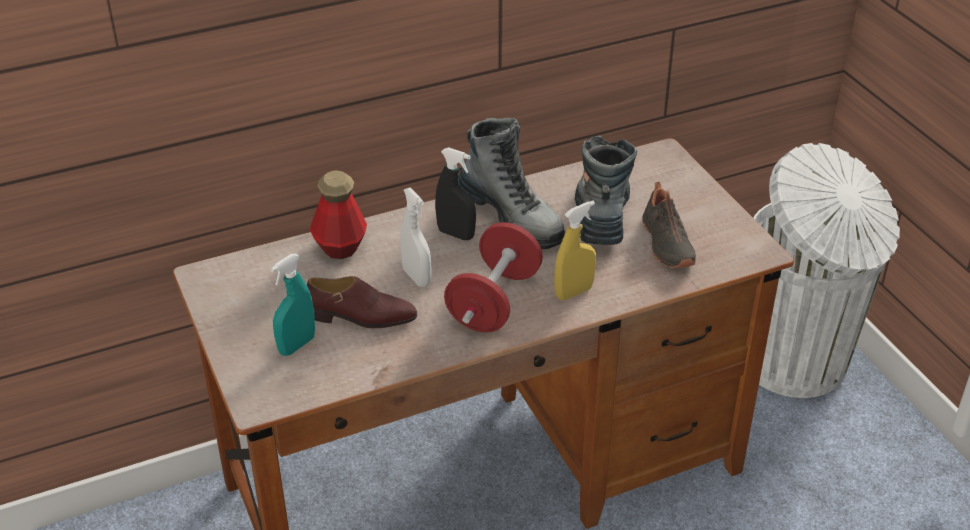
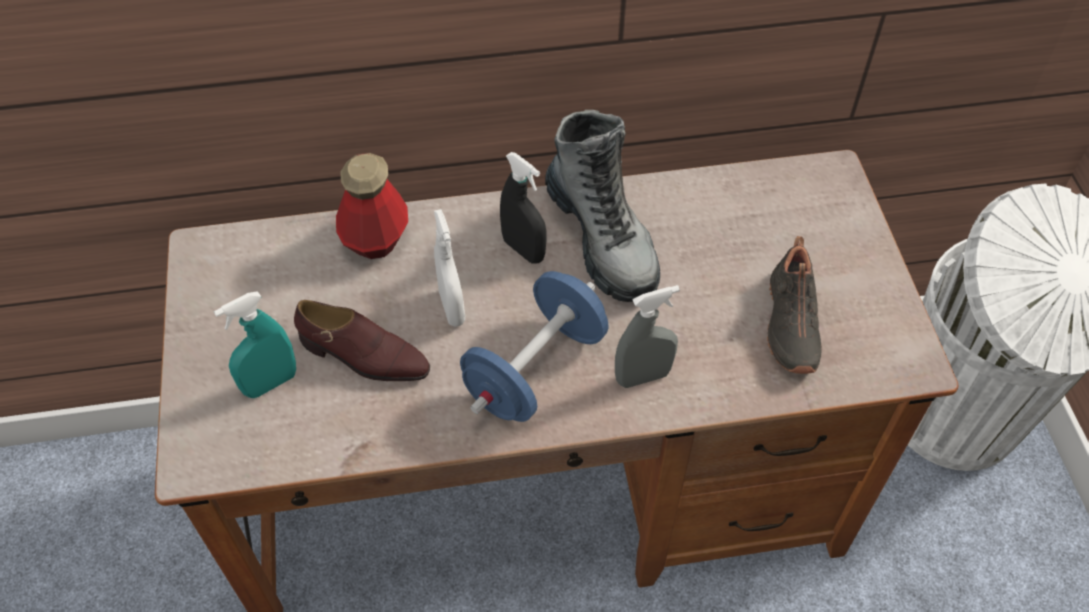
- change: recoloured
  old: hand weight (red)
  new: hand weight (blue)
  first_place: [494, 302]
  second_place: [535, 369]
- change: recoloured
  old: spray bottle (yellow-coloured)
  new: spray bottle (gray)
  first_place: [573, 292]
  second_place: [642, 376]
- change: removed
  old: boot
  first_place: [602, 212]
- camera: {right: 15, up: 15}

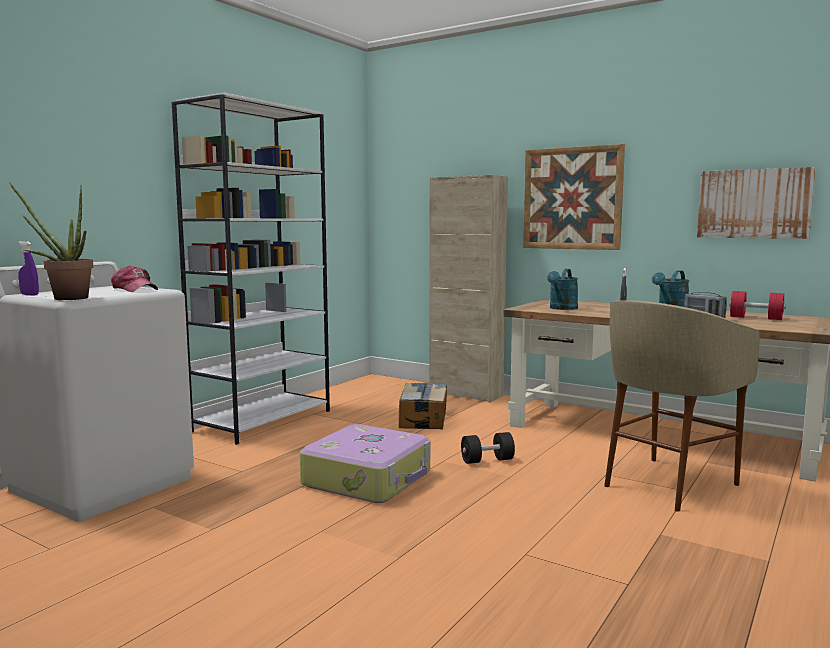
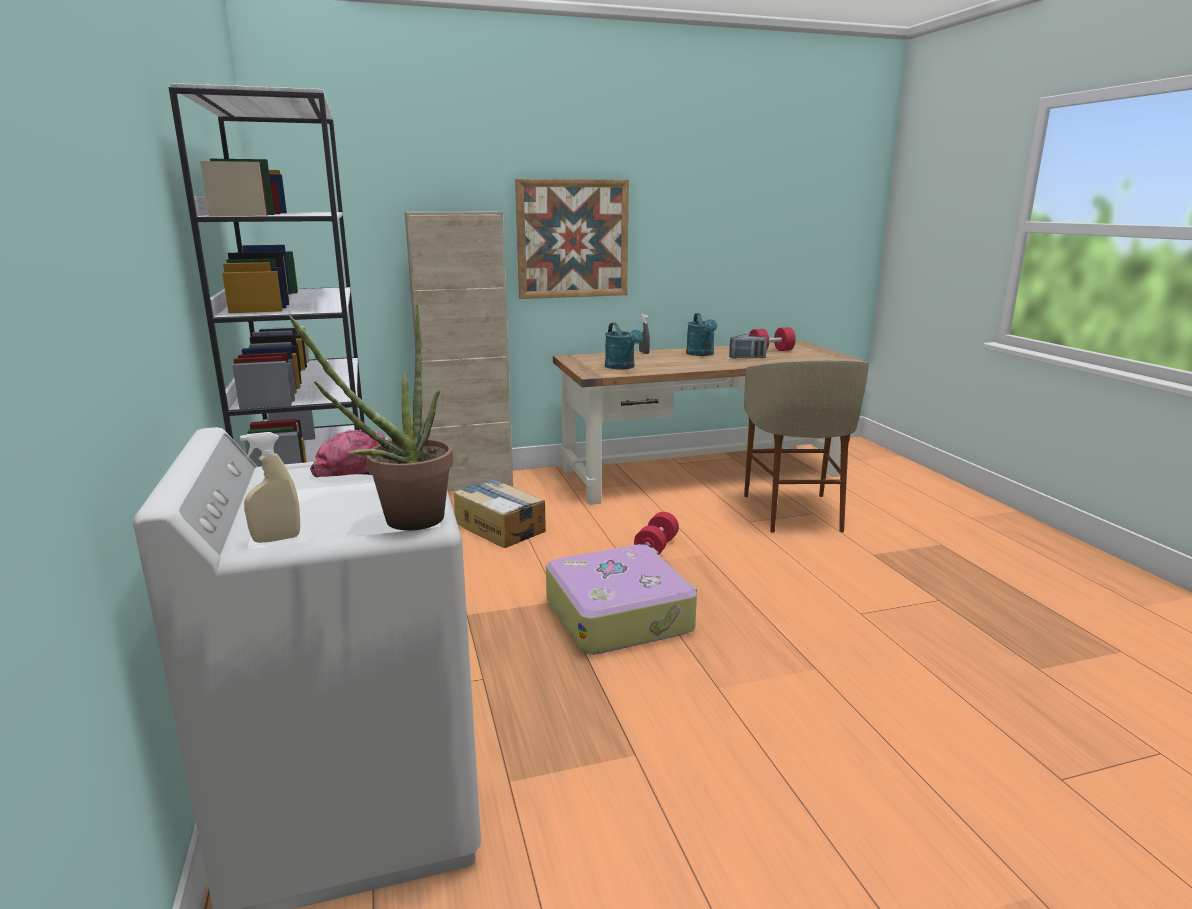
- change: recoloured
  old: spray bottle (purple-coloured)
  new: spray bottle (sand-coloured)
  first_place: [29, 295]
  second_place: [276, 539]
- change: recoloured
  old: hand weight (black-coloured)
  new: hand weight (red)
  first_place: [487, 460]
  second_place: [656, 547]
- change: removed
  old: picture
  first_place: [753, 204]
- camera: {right: -50, up: 10}

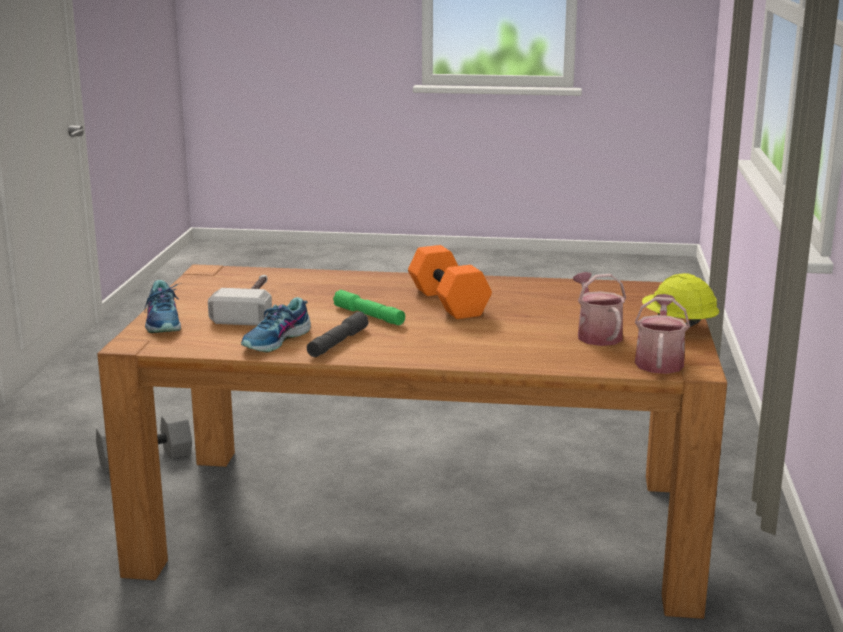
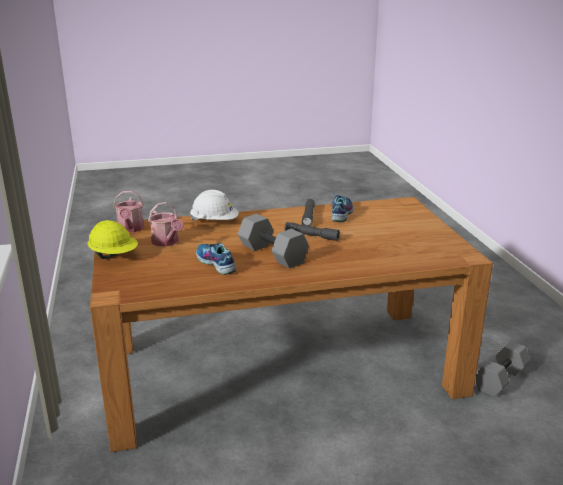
- change: moved
  old: item of footwear
  first_place: [164, 322]
  second_place: [215, 263]
- change: removed
  old: hammer
  first_place: [251, 307]
- change: recoloured
  old: flashlight (green)
  new: flashlight (gray)
  first_place: [369, 316]
  second_place: [311, 236]
- change: recoloured
  old: hand weight (orange-coloured)
  new: hand weight (gray)
  first_place: [450, 302]
  second_place: [271, 254]
- change: added
  new: safety helmet (white-coloured)
  second_place: [214, 222]
- camera: {right: 160, up: 5}

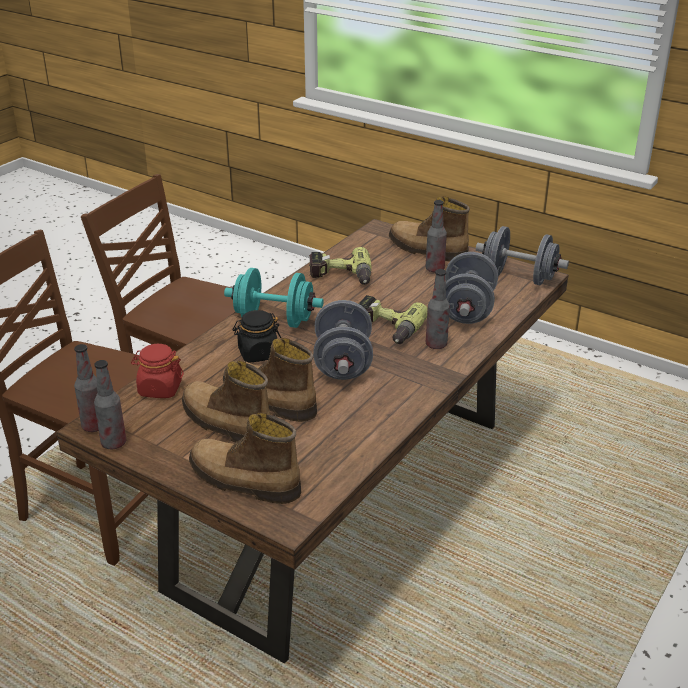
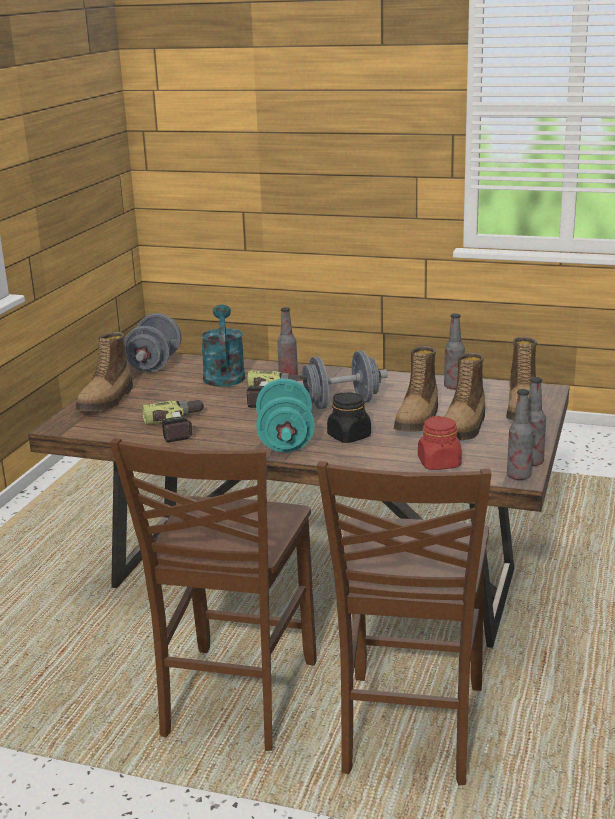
- change: moved
  old: bottle
  first_place: [434, 269]
  second_place: [453, 387]
- change: replaced
  old: hand weight (gray)
  new: watering can (blue-green)
  first_place: [467, 310]
  second_place: [223, 375]
- camera: {right: -105, up: -10}

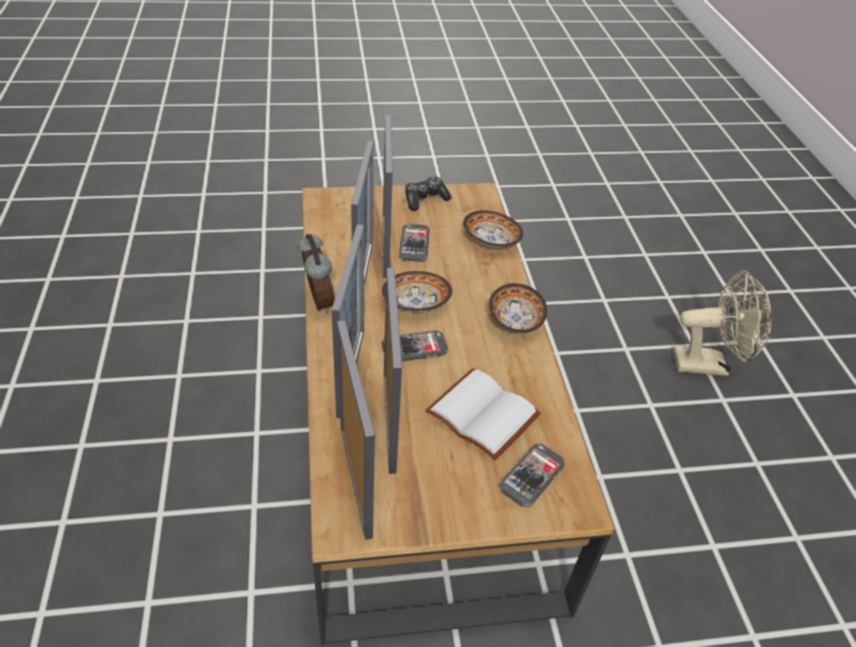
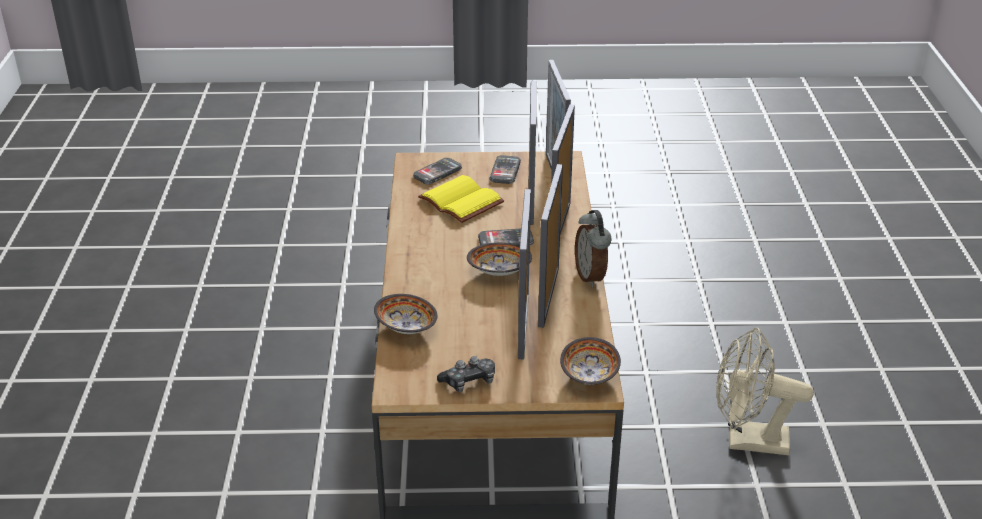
- change: moved
  old: telephone
  first_place: [414, 244]
  second_place: [505, 171]
- change: recoloured
  old: book (white-coloured)
  new: book (yellow-coloured)
  first_place: [485, 413]
  second_place: [458, 201]
- change: moved
  old: deep dish
  first_place: [516, 320]
  second_place: [588, 376]
- change: moved
  old: electric fan (sand-coloured)
  first_place: [708, 364]
  second_place: [747, 441]
- camera: {right: -170, up: -10}

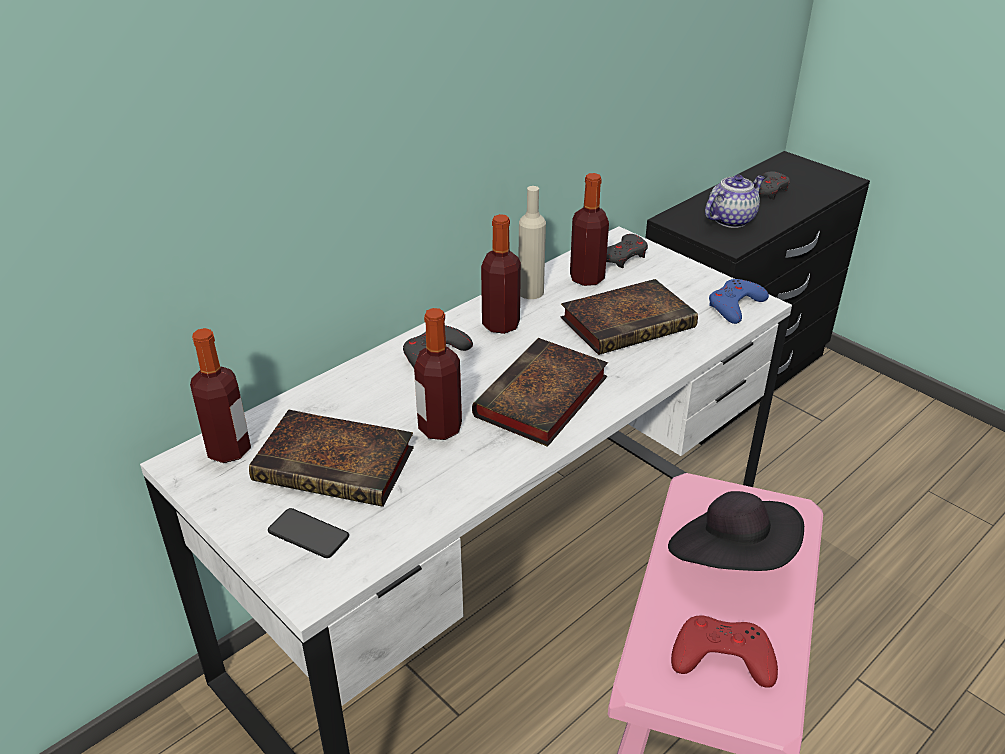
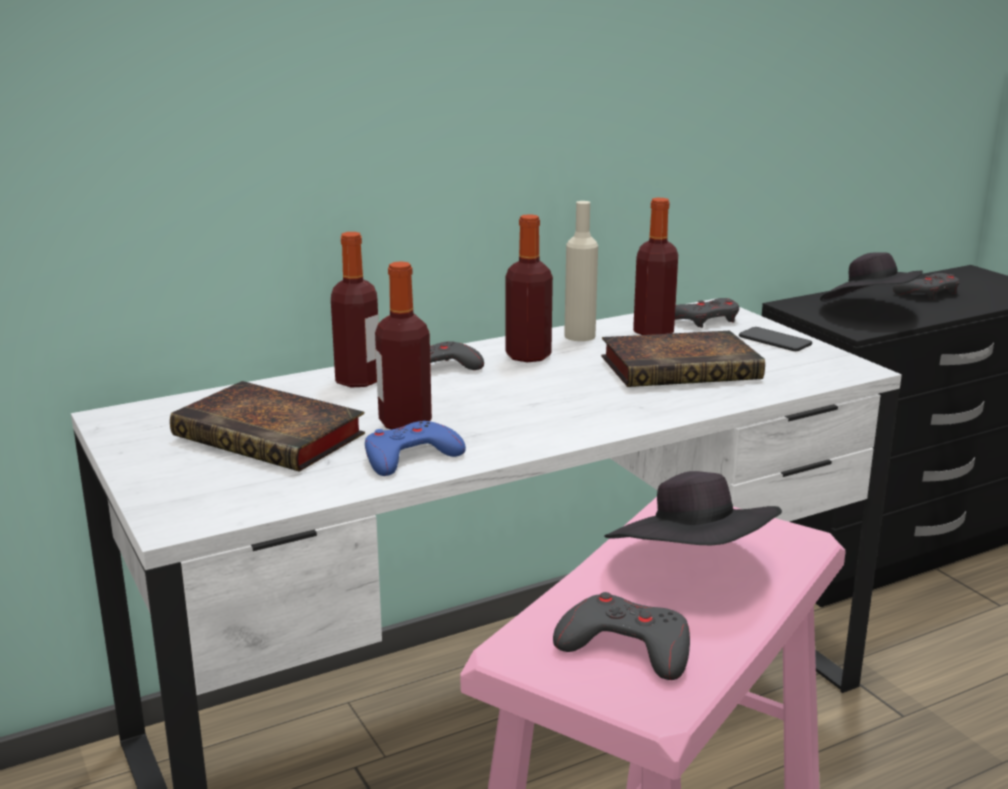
- change: moved
  old: bottle
  first_place: [229, 450]
  second_place: [358, 380]
- change: moved
  old: telephone
  first_place: [308, 534]
  second_place: [775, 341]
- change: removed
  old: book
  first_place: [541, 400]
- change: recoloured
  old: joypad (red)
  new: joypad (gray)
  first_place: [722, 657]
  second_place: [626, 646]
- change: replaced
  old: pot for tea
  new: clothing hat (black-coloured)
  first_place: [731, 219]
  second_place: [869, 310]
- change: moved
  old: joypad (blue)
  first_place: [735, 306]
  second_place: [410, 457]
- camera: {right: 15, up: -15}

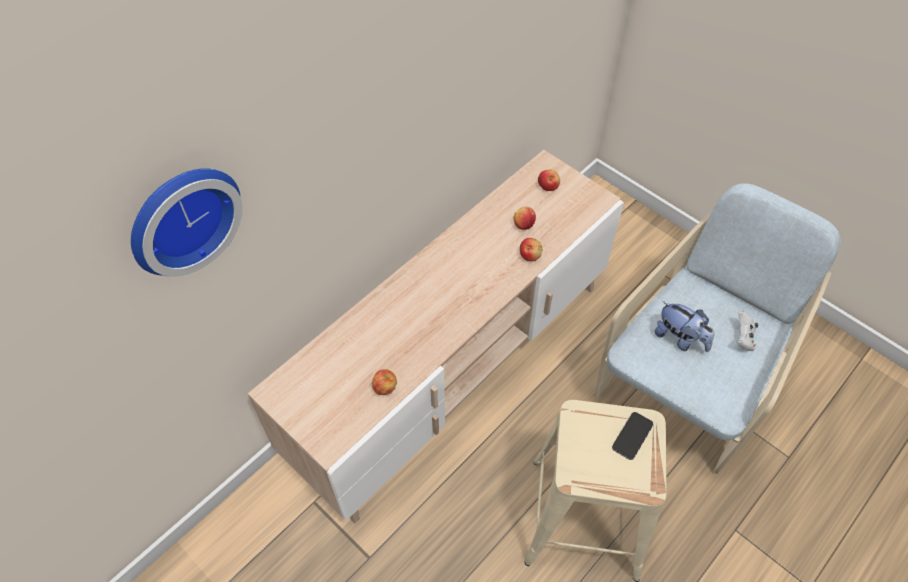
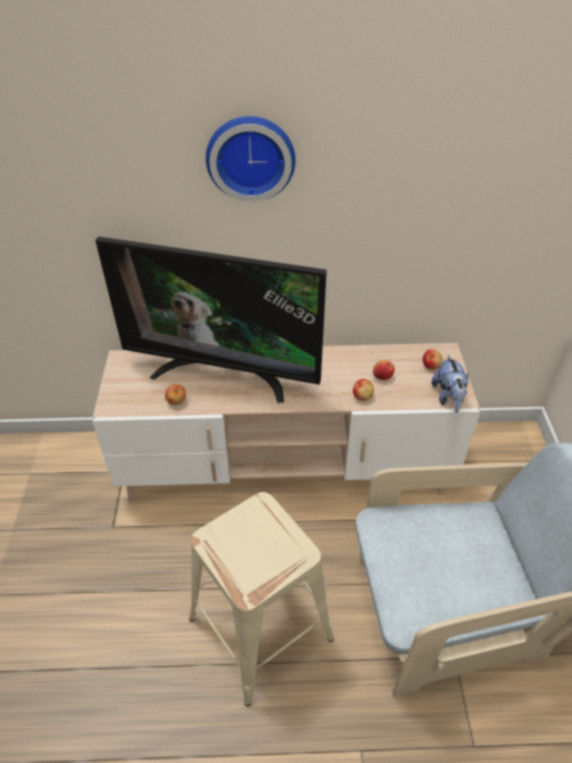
- change: moved
  old: hanging clock
  first_place: [181, 217]
  second_place: [250, 157]
- change: removed
  old: telephone
  first_place: [632, 436]
- change: moved
  old: soft toy
  first_place: [680, 338]
  second_place: [448, 397]
- change: removed
  old: joypad (white-coloured)
  first_place: [743, 338]
- change: added
  new: TV
  second_place: [223, 373]
- camera: {right: 45, up: -10}

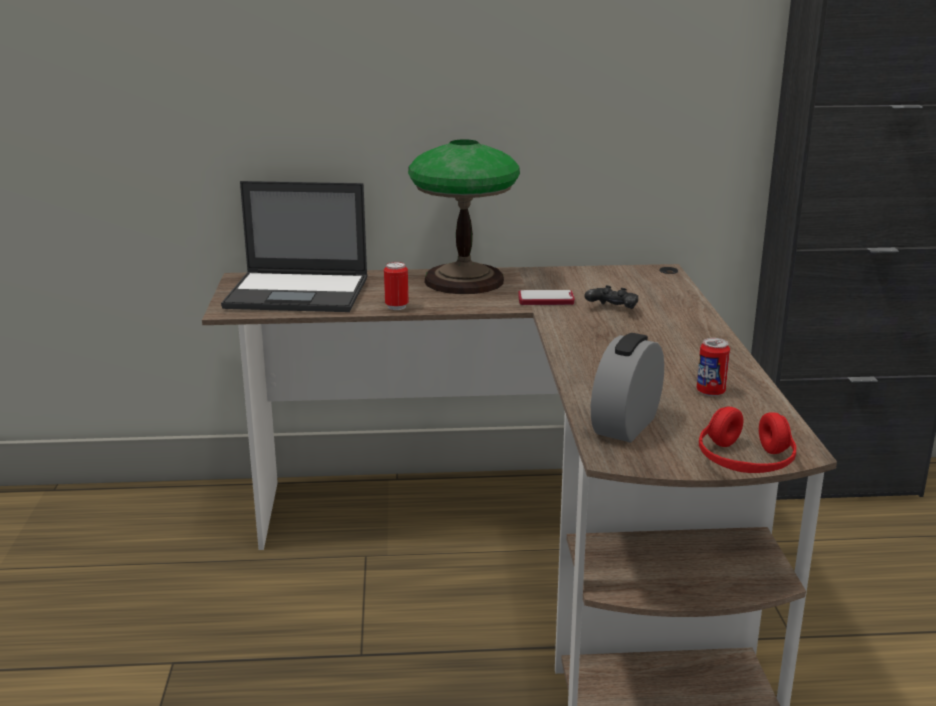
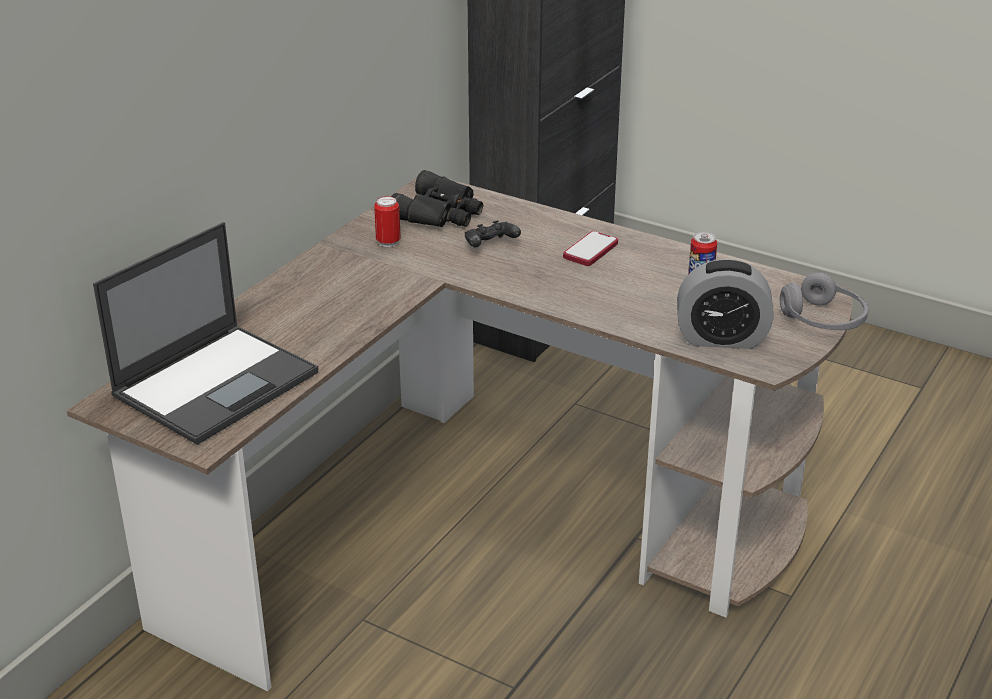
- change: moved
  old: metal can
  first_place: [396, 307]
  second_place: [388, 242]
- change: removed
  old: table lamp
  first_place: [464, 280]
- change: moved
  old: telephone
  first_place: [546, 299]
  second_place: [590, 250]
- change: turned
  old: bedside clock
  first_place: [626, 425]
  second_place: [721, 338]
  degrees: -60
- change: recoloured
  old: pair of headphones (red)
  new: pair of headphones (gray)
  first_place: [745, 462]
  second_place: [823, 320]
- change: added
  new: binoculars (black-coloured)
  second_place: [440, 213]
- camera: {right: -55, up: 10}

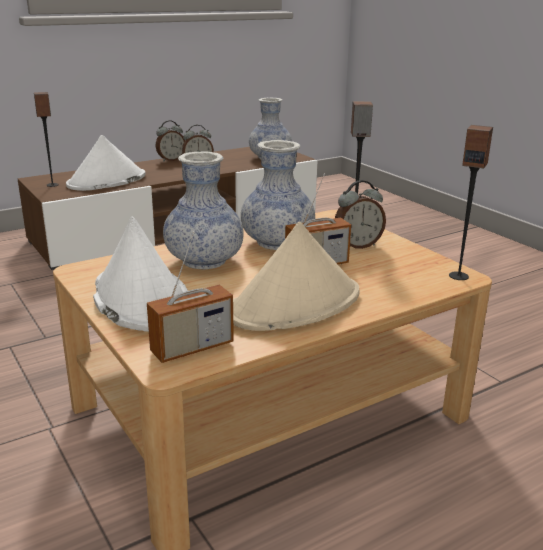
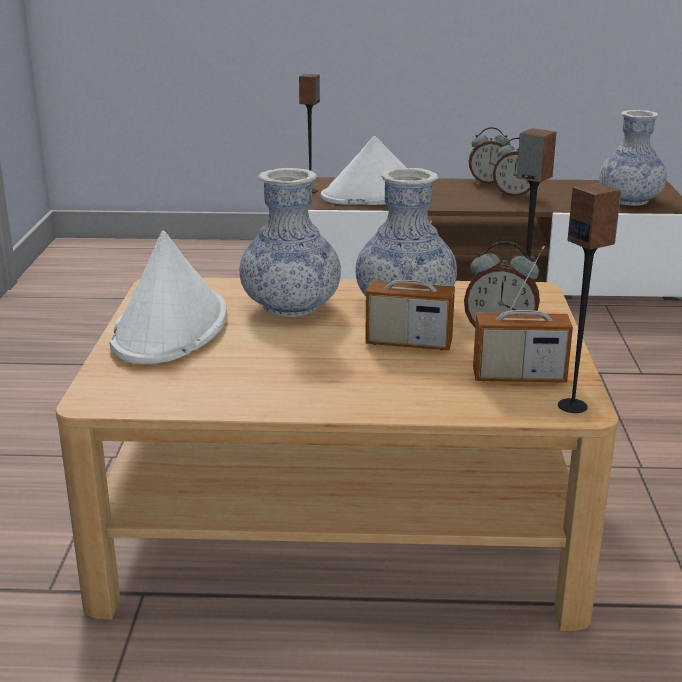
- change: moved
  old: radio receiver
  first_place: [192, 348]
  second_place: [519, 377]
- change: removed
  old: clothing hat (sand-coloured)
  first_place: [295, 304]
- camera: {right: 35, up: 0}

